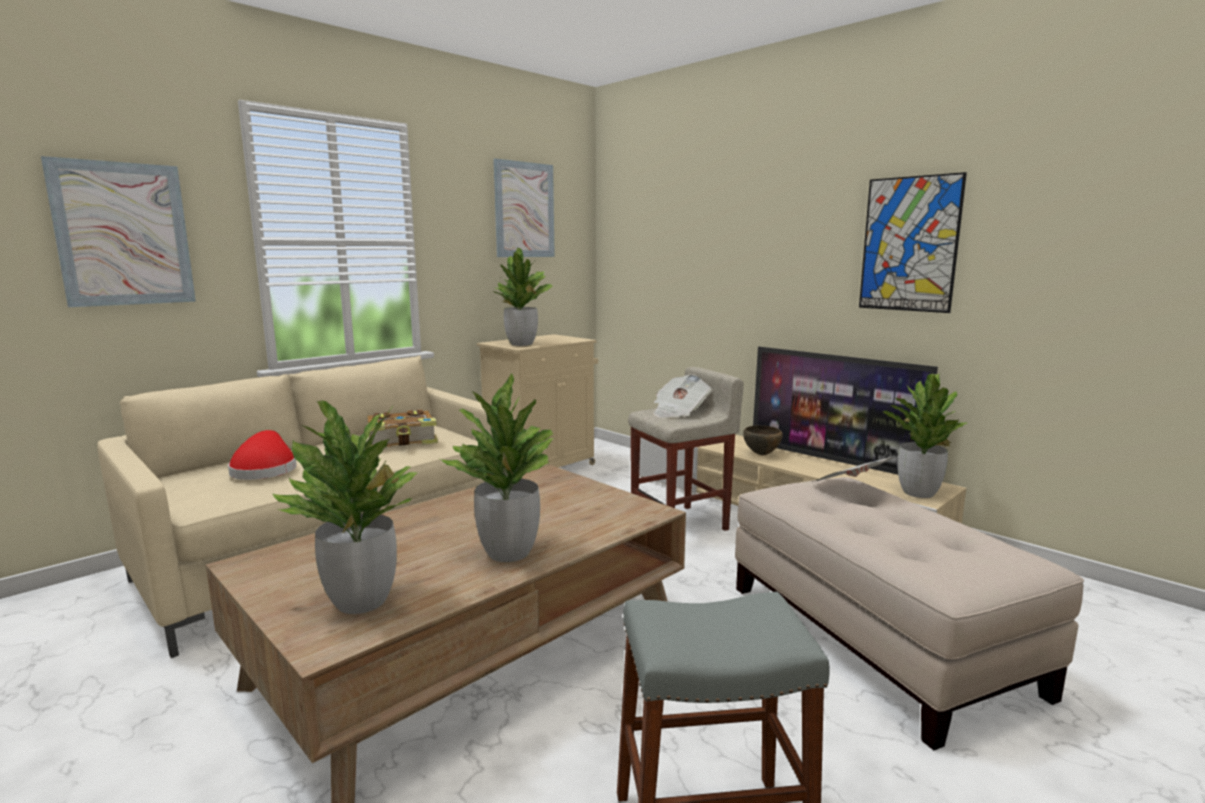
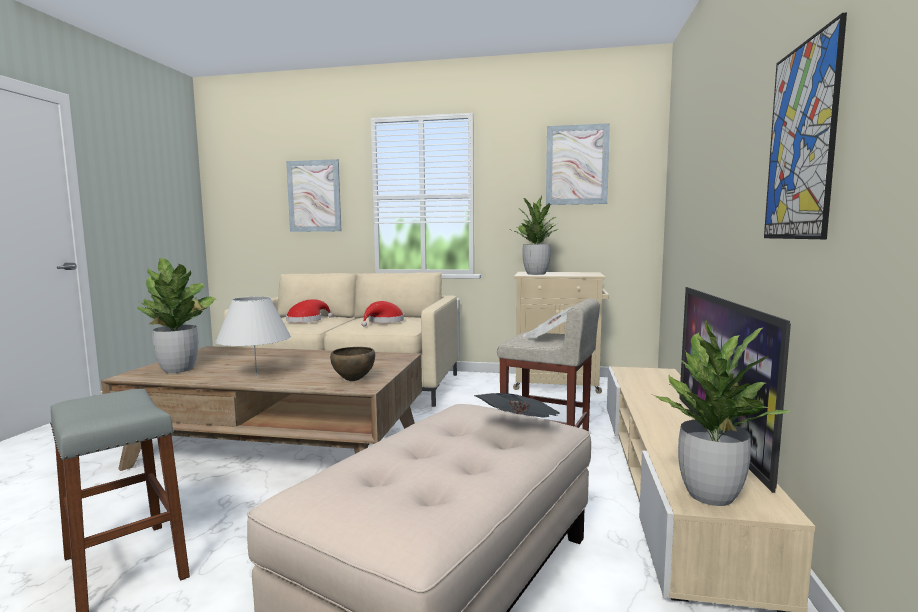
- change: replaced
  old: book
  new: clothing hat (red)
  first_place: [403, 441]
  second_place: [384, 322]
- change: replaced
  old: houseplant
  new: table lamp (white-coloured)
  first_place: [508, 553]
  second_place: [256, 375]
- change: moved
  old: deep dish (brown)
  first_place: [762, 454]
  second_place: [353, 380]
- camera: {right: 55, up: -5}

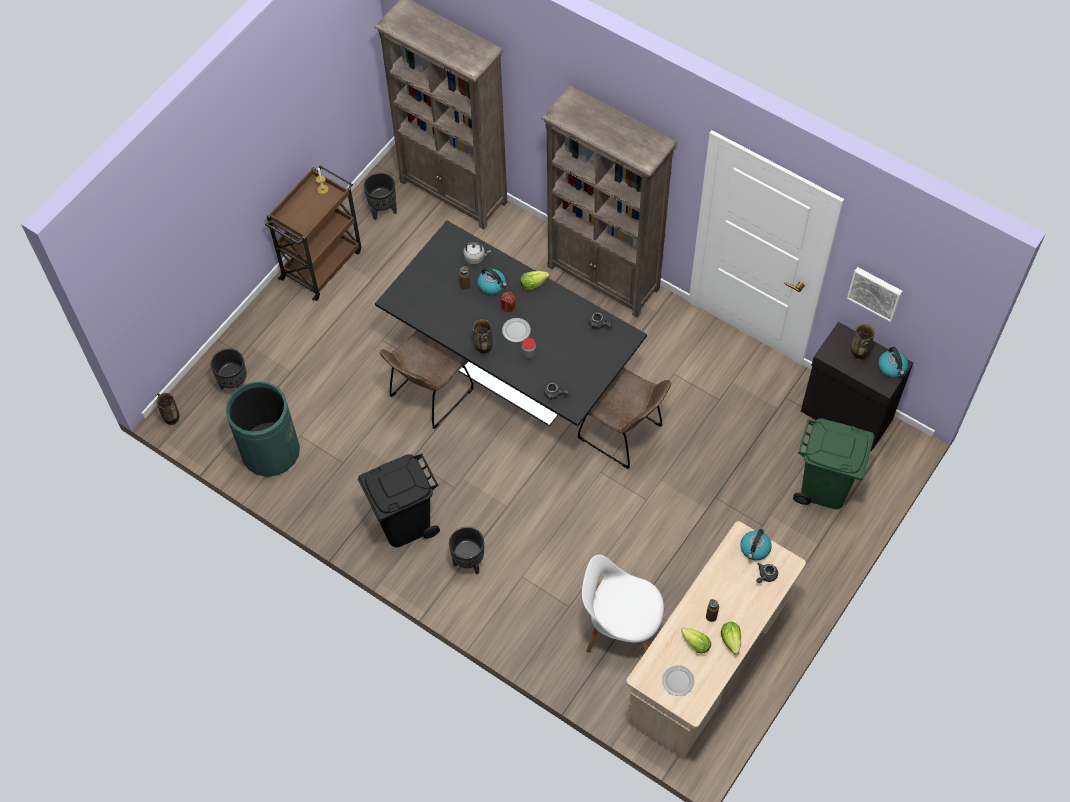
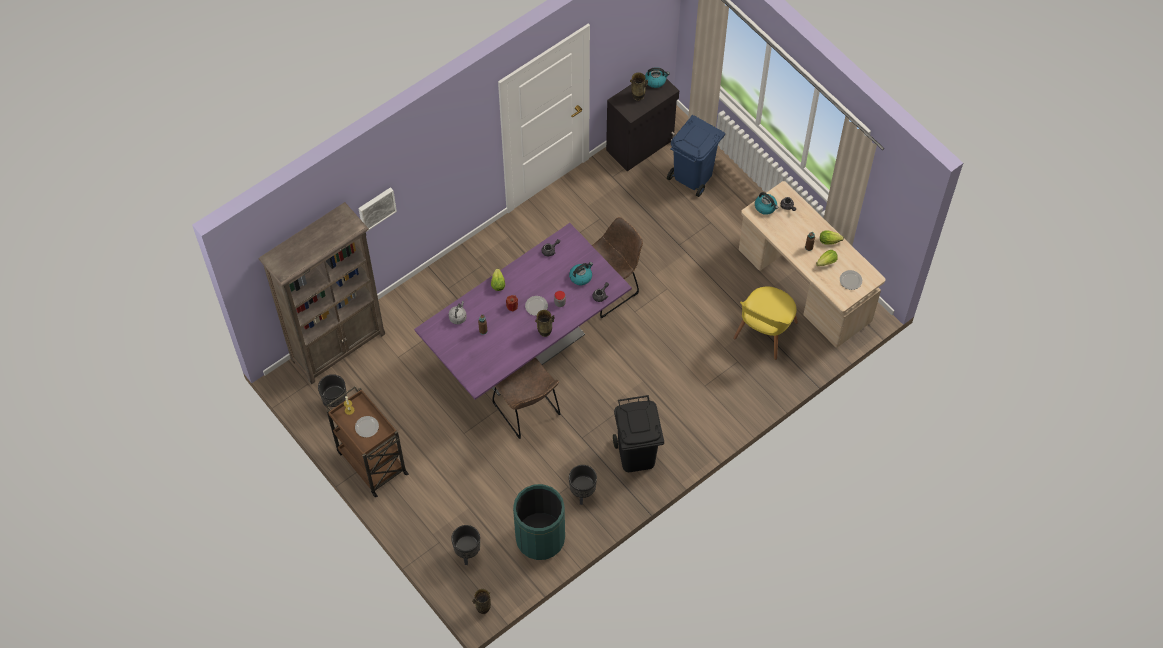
- change: recoloured
  old: dinner table (black-coloured)
  new: dinner table (purple-coloured)
  first_place: [512, 370]
  second_place: [525, 347]
- change: moved
  old: flower pot (black-coloured)
  first_place: [469, 563]
  second_place: [583, 493]
- change: moved
  old: water kettle
  first_place: [492, 285]
  second_place: [581, 277]
- change: removed
  old: shelving unit (brown)
  first_place: [604, 278]
- change: recoloured
  old: plain chair (white-coloured)
  new: plain chair (yellow-coloured)
  first_place: [621, 628]
  second_place: [764, 333]
- change: recoloured
  old: trash can (green)
  new: trash can (blue)
  first_place: [824, 488]
  second_place: [693, 176]
- change: moved
  old: picture
  first_place: [875, 292]
  second_place: [376, 208]
- change: added
  new: plate
  second_place: [366, 427]
- camera: {right: -75, up: 0}

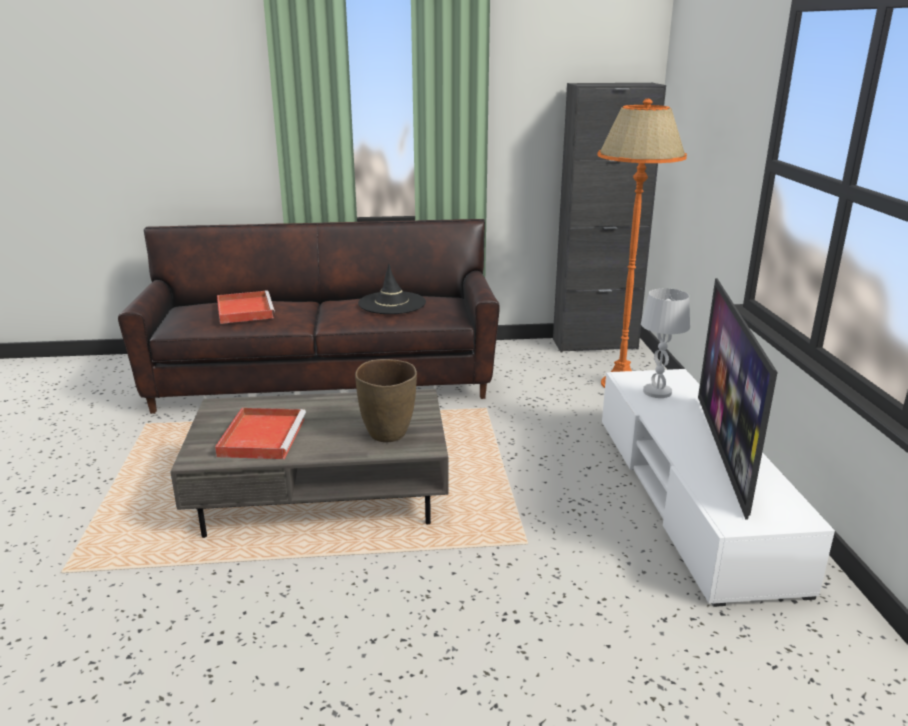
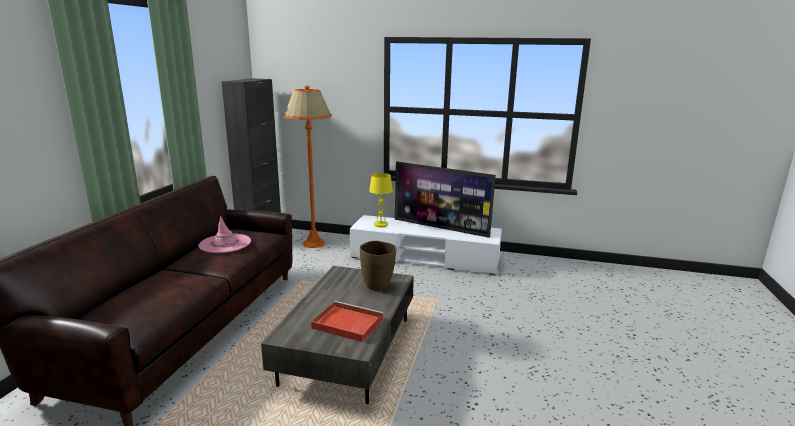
- change: removed
  old: carrying tray (red)
  first_place: [244, 310]
- change: recoloured
  old: clothing hat (black-coloured)
  new: clothing hat (pink)
  first_place: [392, 303]
  second_place: [225, 243]
- change: recoloured
  old: table lamp (white-coloured)
  new: table lamp (yellow-coloured)
  first_place: [657, 392]
  second_place: [381, 224]
- camera: {right: -70, up: -5}

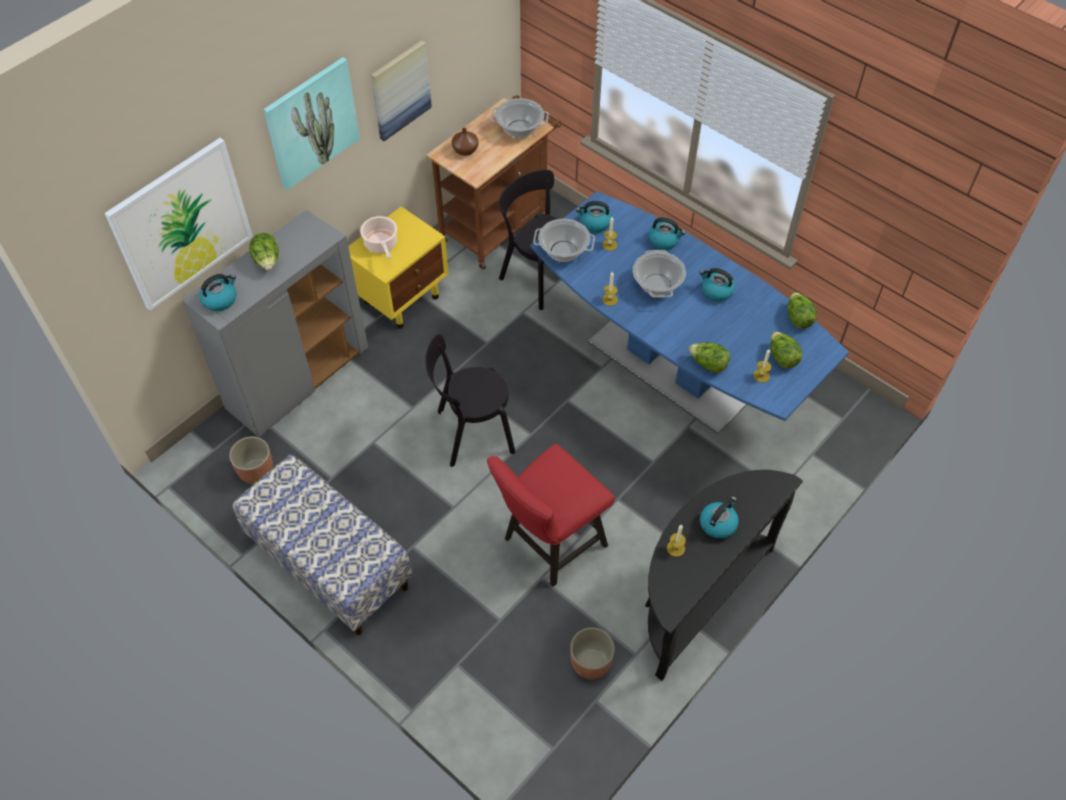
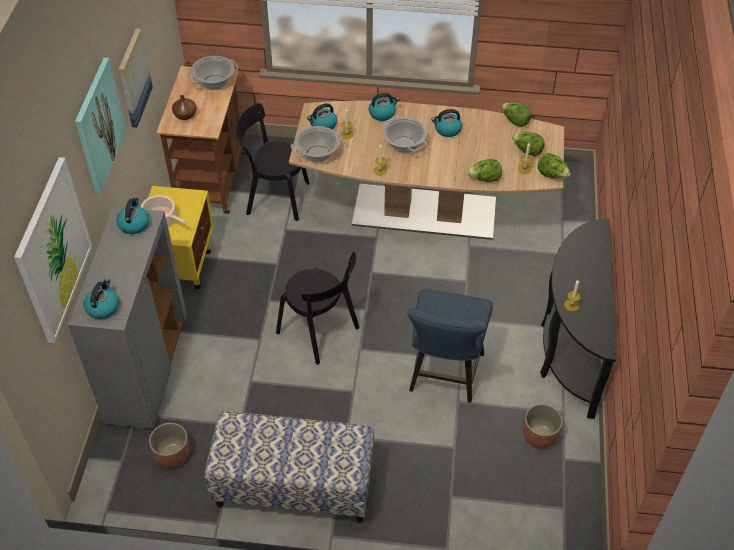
- change: moved
  old: lettuce head
  first_place: [267, 261]
  second_place: [551, 175]
- change: turned
  old: plain chair (black-coloured)
  first_place: [471, 432]
  second_place: [320, 332]
  degrees: -90
- change: recoloured
  old: plain chair (red)
  new: plain chair (blue)
  first_place: [549, 545]
  second_place: [444, 377]
- change: recoloured
  old: dinner table (blue)
  new: dinner table (brown)
  first_place: [671, 366]
  second_place: [423, 211]
- change: moved
  old: water kettle
  first_place: [718, 523]
  second_place: [134, 224]
- camera: {right: -35, up: -5}

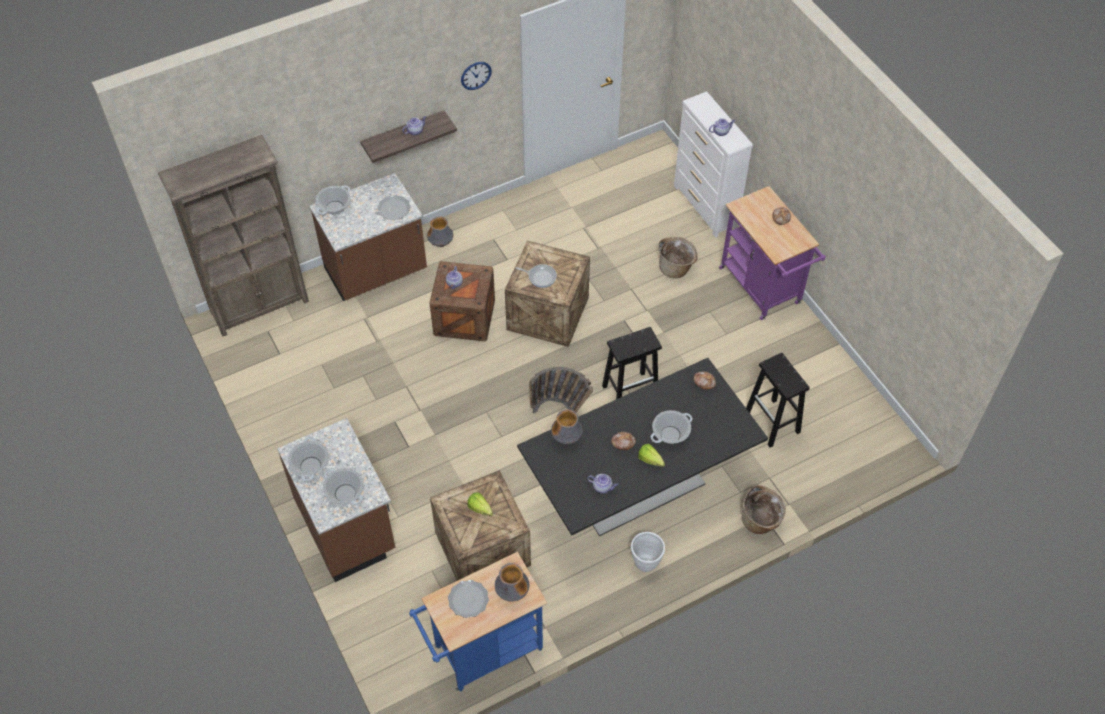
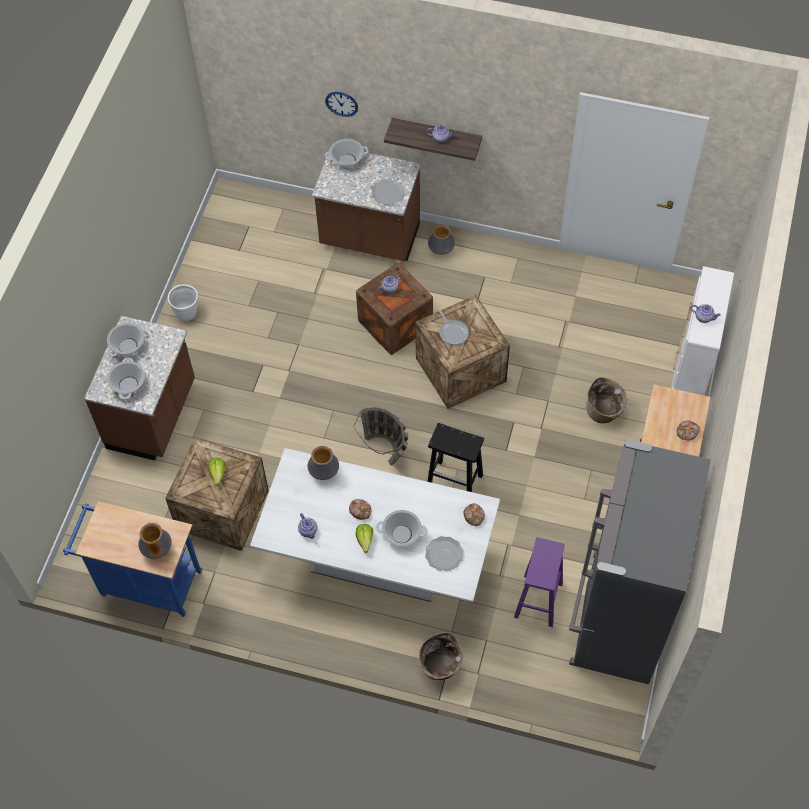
- change: removed
  old: shelving unit (brown)
  first_place: [260, 306]
- change: moved
  old: plate
  first_place: [468, 600]
  second_place: [444, 554]
- change: moved
  old: hanging clock
  first_place: [476, 75]
  second_place: [341, 103]
- change: recoloured
  old: dinner table (black-coloured)
  new: dinner table (white-coloured)
  first_place: [637, 487]
  second_place: [378, 560]
- change: moved
  old: flower pot (white-coloured)
  first_place: [645, 563]
  second_place: [187, 314]
- change: recoloured
  old: stool (black-coloured)
  new: stool (purple-coloured)
  first_place: [772, 423]
  second_place: [538, 601]
- change: added
  new: kitchen fridge (gray)
  second_place: [617, 616]
- camera: {right: 45, up: 5}

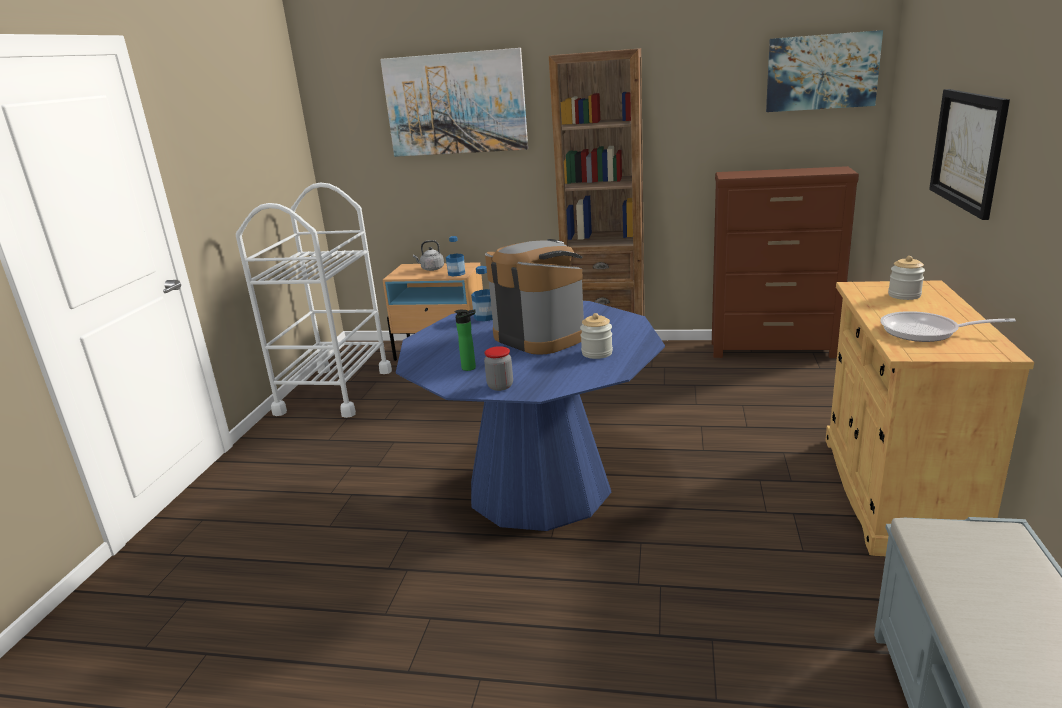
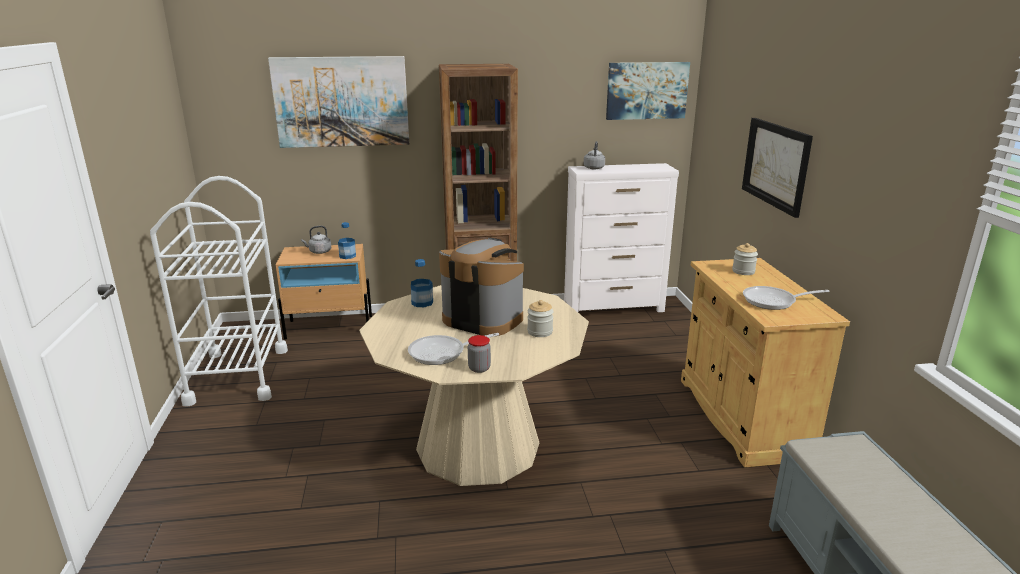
- change: recoloured
  old: dinner table (blue)
  new: dinner table (sand-coloured)
  first_place: [539, 487]
  second_place: [478, 446]
- change: replaced
  old: bottle
  new: pan
  first_place: [471, 368]
  second_place: [442, 353]
- change: recoloured
  old: dresser (brown)
  new: dresser (white-coloured)
  first_place: [774, 350]
  second_place: [614, 308]
- change: added
  new: water kettle (gray)
  second_place: [594, 168]
- camera: {right: -20, up: 0}

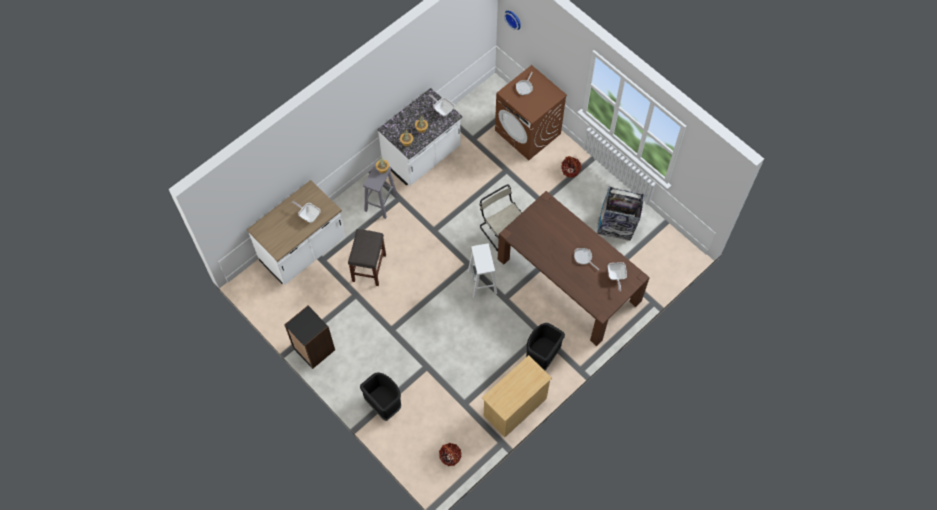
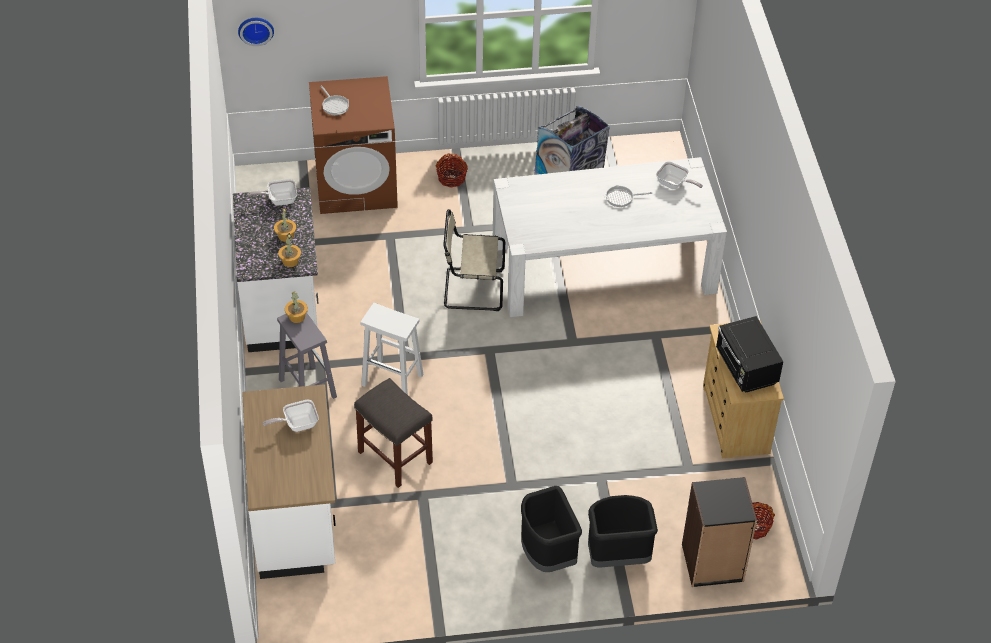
- change: moved
  old: shelving unit (black-coloured)
  first_place: [313, 349]
  second_place: [712, 563]
- change: moved
  old: stool (white-coloured)
  first_place: [482, 283]
  second_place: [393, 380]
- change: recoloured
  old: dinner table (brown)
  new: dinner table (white-coloured)
  first_place: [568, 280]
  second_place: [603, 267]
- change: moved
  old: trash can (black-coloured)
  first_place: [542, 355]
  second_place: [547, 555]
- change: added
  new: microwave oven (black-coloured)
  second_place: [746, 369]
- camera: {right: -55, up: -15}

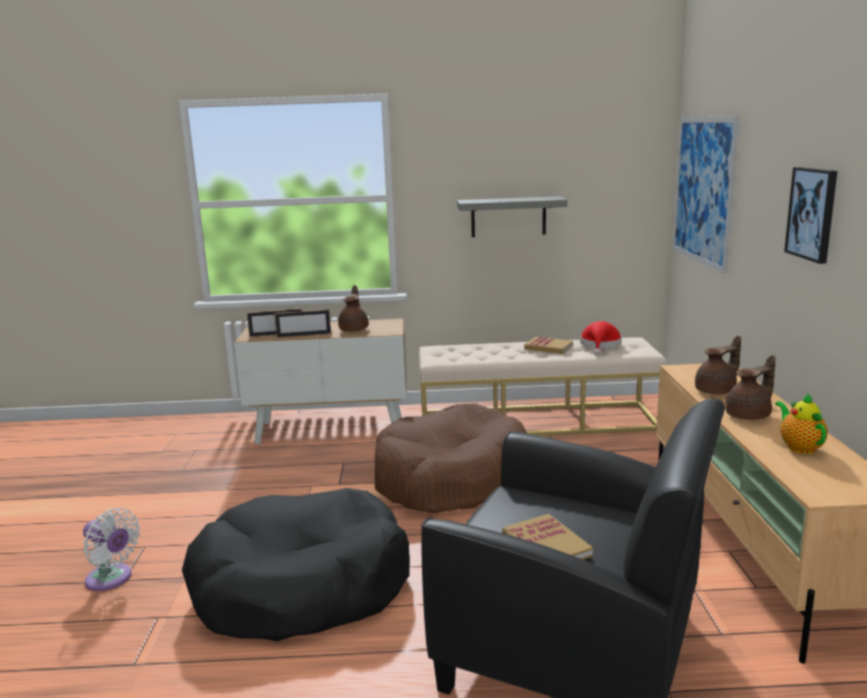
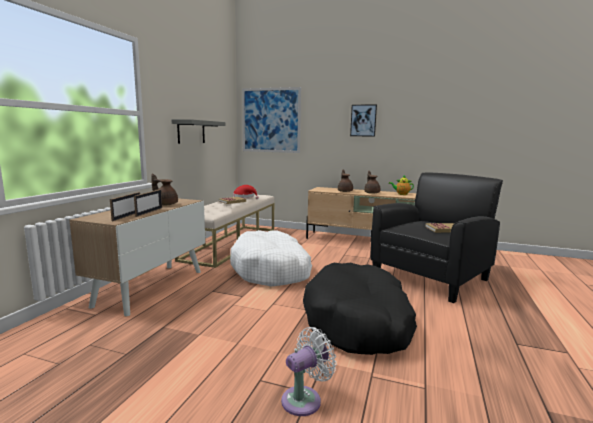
- change: recoloured
  old: pet bed (brown)
  new: pet bed (white-coloured)
  first_place: [451, 479]
  second_place: [272, 270]
- camera: {right: -70, up: -5}

